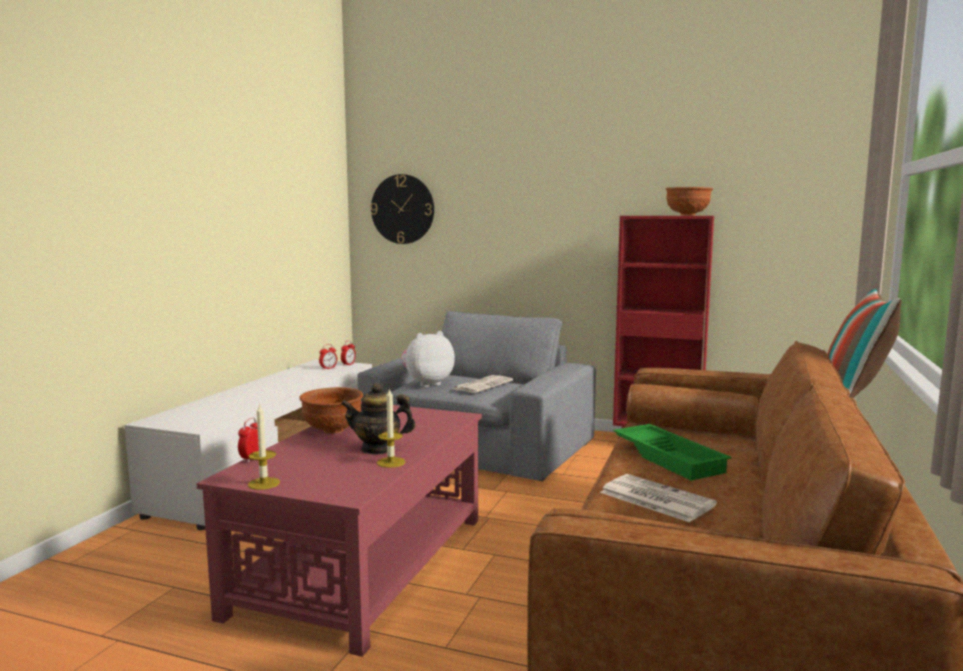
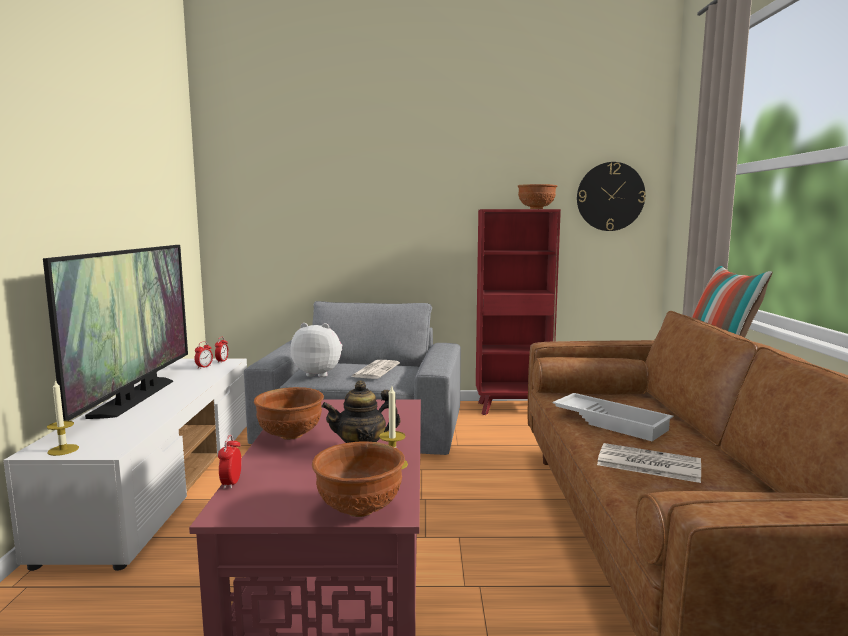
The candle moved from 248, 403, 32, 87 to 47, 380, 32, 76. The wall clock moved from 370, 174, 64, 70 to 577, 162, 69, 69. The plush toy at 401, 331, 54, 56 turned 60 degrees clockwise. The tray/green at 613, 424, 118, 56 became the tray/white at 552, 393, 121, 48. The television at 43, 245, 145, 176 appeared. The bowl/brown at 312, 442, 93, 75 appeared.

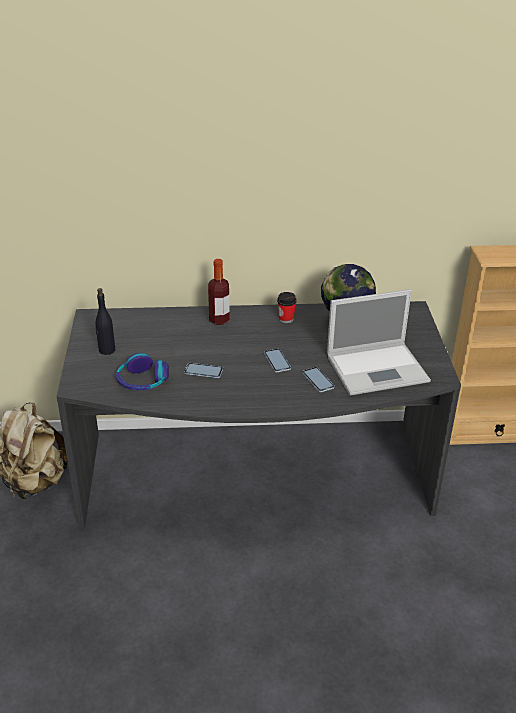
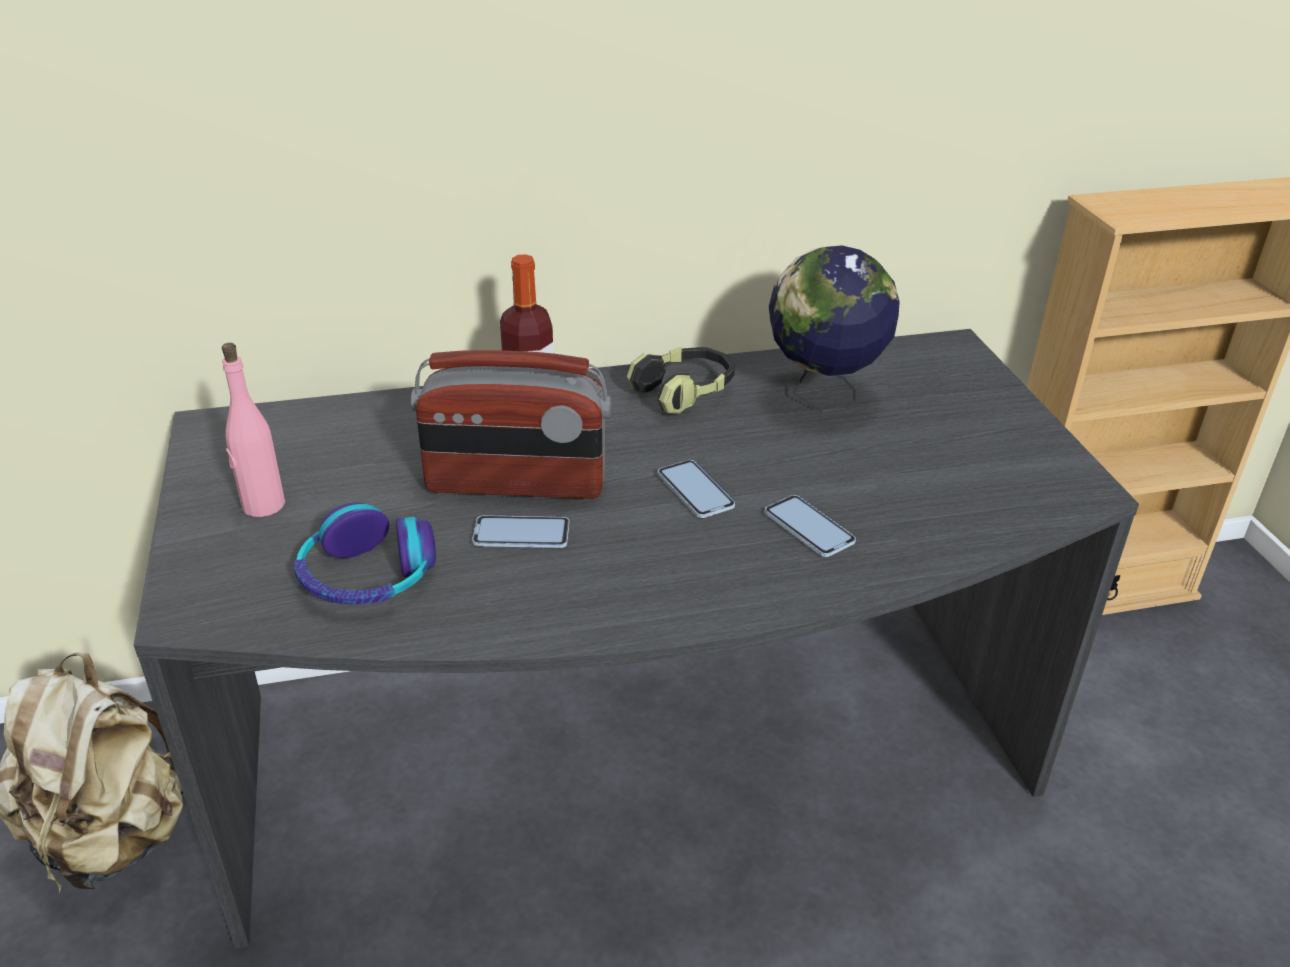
The bottle/black at 95, 288, 20, 67 became the bottle/pink at 221, 343, 64, 174. The cup at 277, 292, 20, 32 was replaced by the headphones at 627, 347, 108, 66. The laptop at 327, 289, 104, 107 disappeared. The radio at 411, 350, 200, 149 appeared.

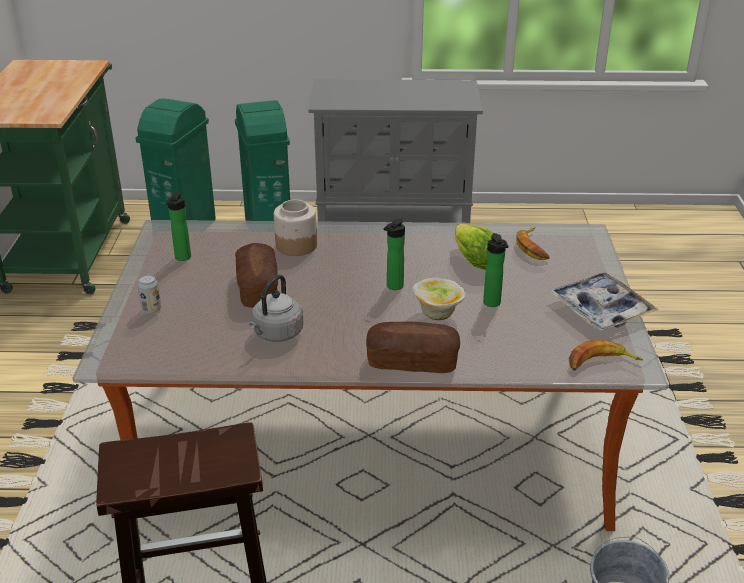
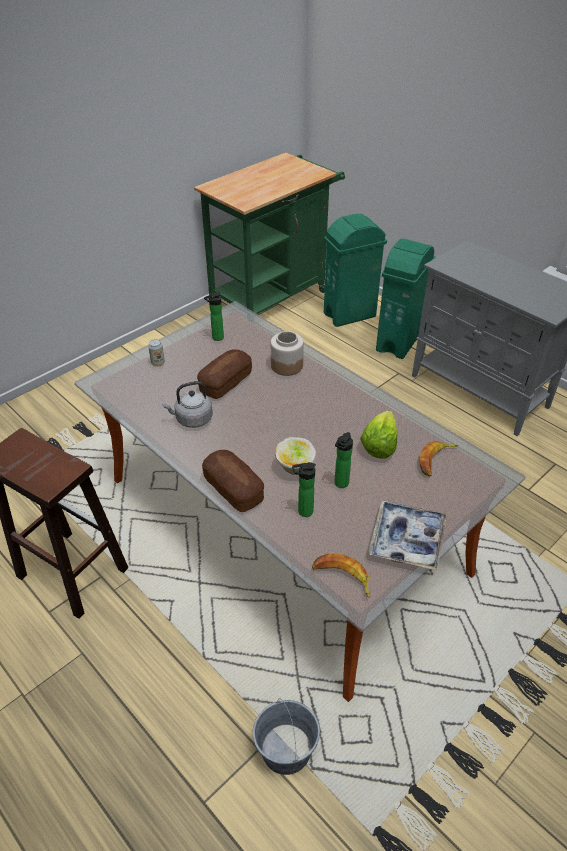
The bottle moved from 384, 218, 21, 72 to 292, 462, 24, 55.

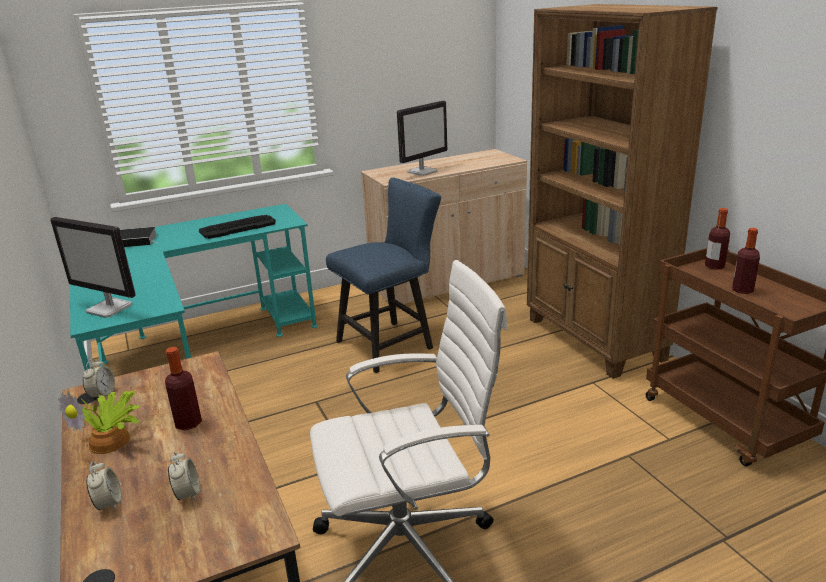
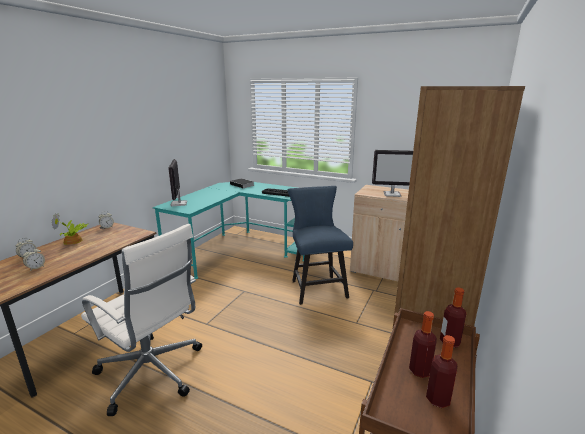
The bottle moved from 165, 347, 37, 83 to 426, 335, 31, 73. The chair/blue at 326, 178, 115, 195 turned 120 degrees counterclockwise.

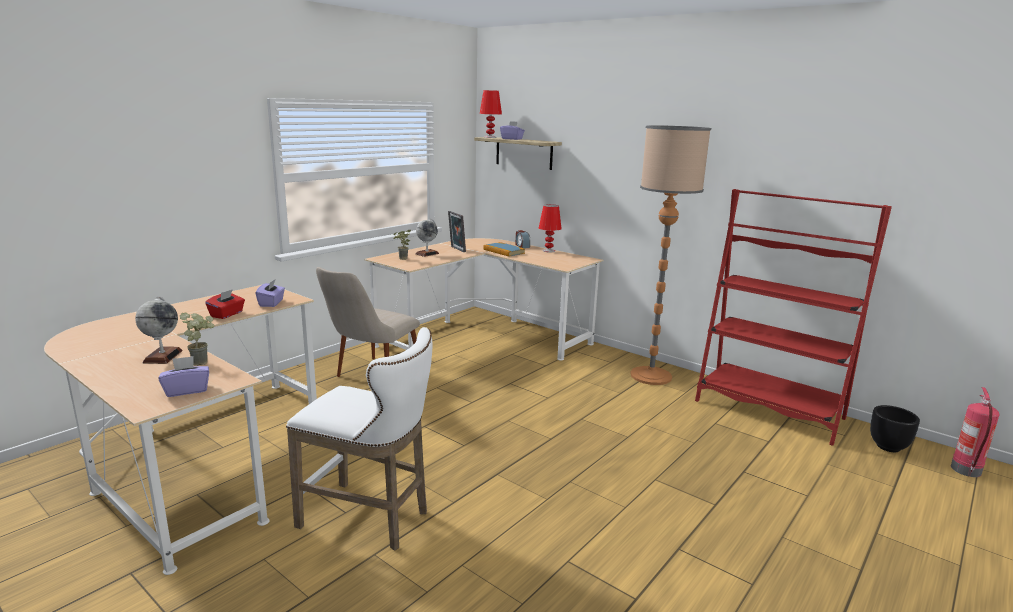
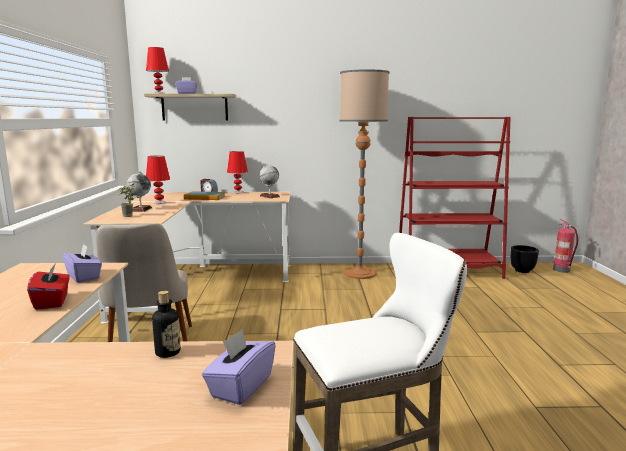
The globe moved from 135, 296, 48, 68 to 260, 164, 20, 34. The potted plant at 180, 313, 35, 53 was replaced by the bottle at 152, 291, 29, 67. The picture frame at 448, 211, 18, 41 was replaced by the table lamp/red at 146, 155, 24, 49.

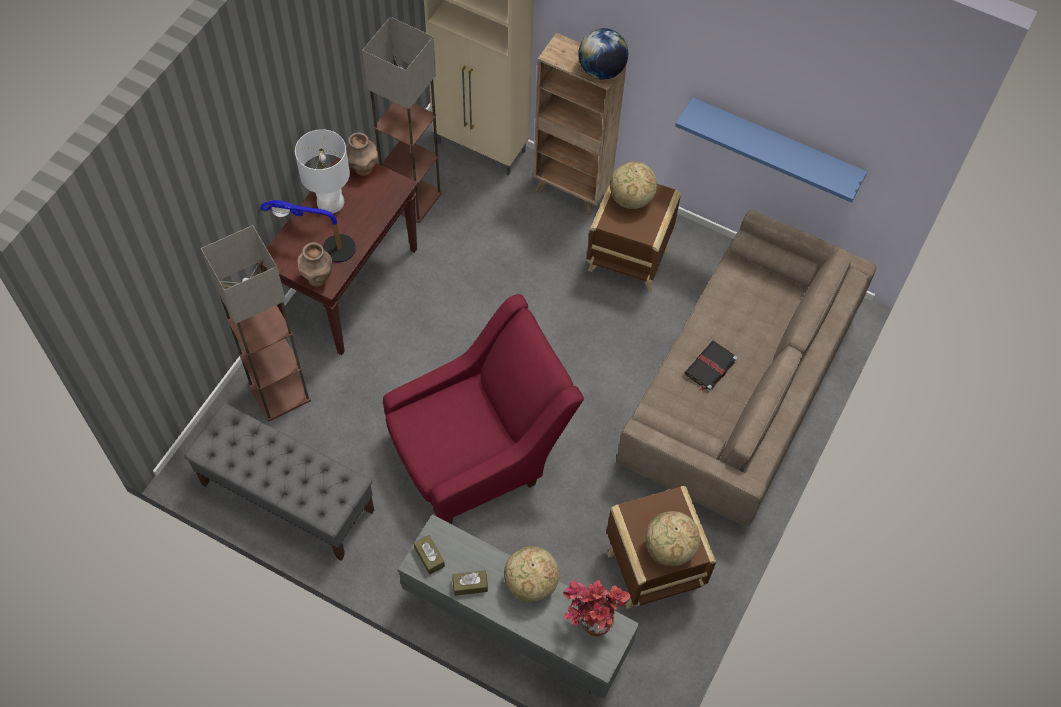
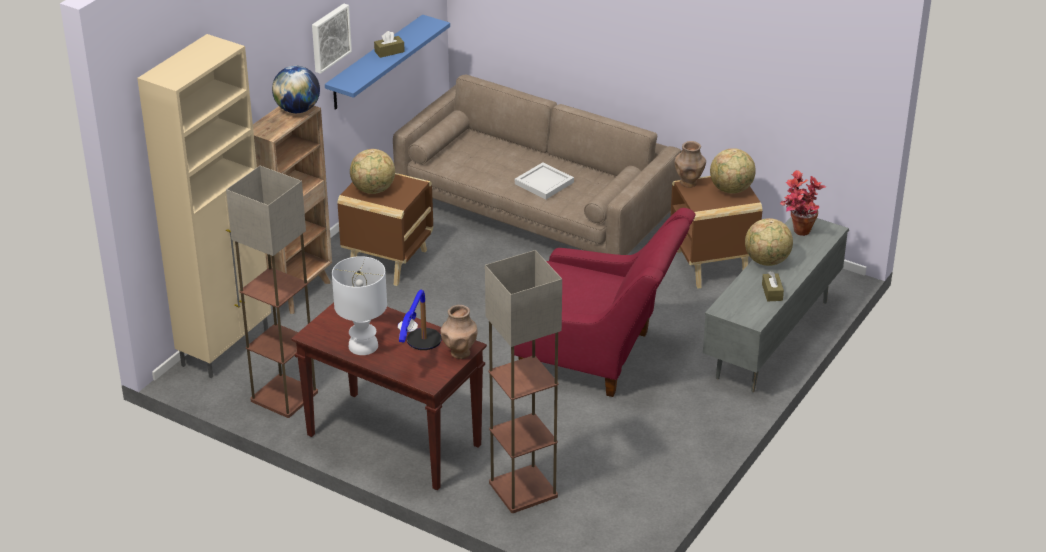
The bench/grey at 184, 403, 190, 158 disappeared. The vase/brown moved from 346, 132, 32, 44 to 675, 141, 31, 47. The armchair/red at 383, 294, 201, 230 turned 135 degrees clockwise. The tissue box/brown moved from 414, 535, 31, 40 to 374, 31, 31, 27. The book/black at 684, 341, 54, 51 was replaced by the tray/white at 515, 162, 59, 37. The picture at 312, 4, 40, 70 appeared.

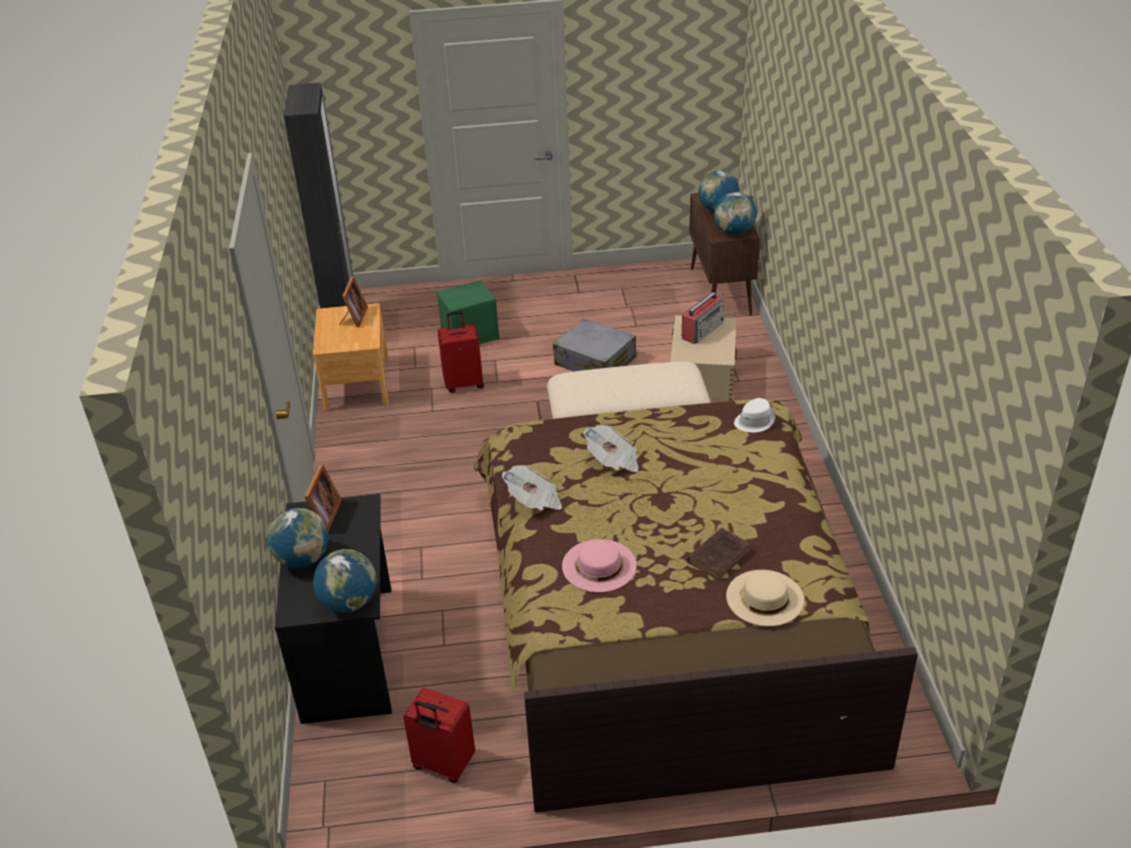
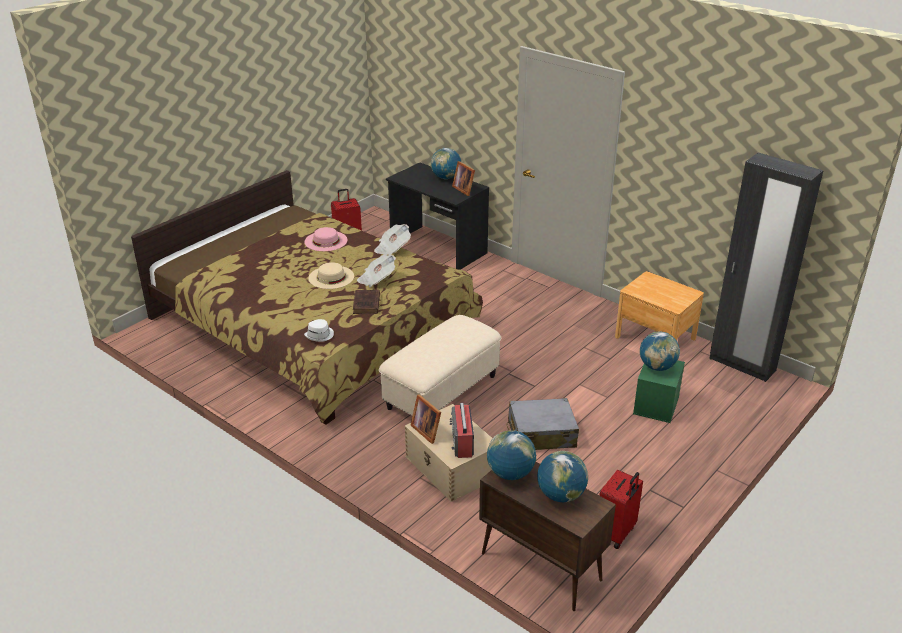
The globe moved from 313, 549, 63, 64 to 640, 331, 40, 40. The picture frame moved from 339, 276, 29, 52 to 411, 394, 30, 50. The suitcase/red moved from 437, 311, 47, 82 to 599, 470, 44, 79. The book/brown moved from 687, 528, 65, 52 to 353, 290, 27, 24. The hat/beige moved from 726, 570, 78, 56 to 308, 262, 46, 27.

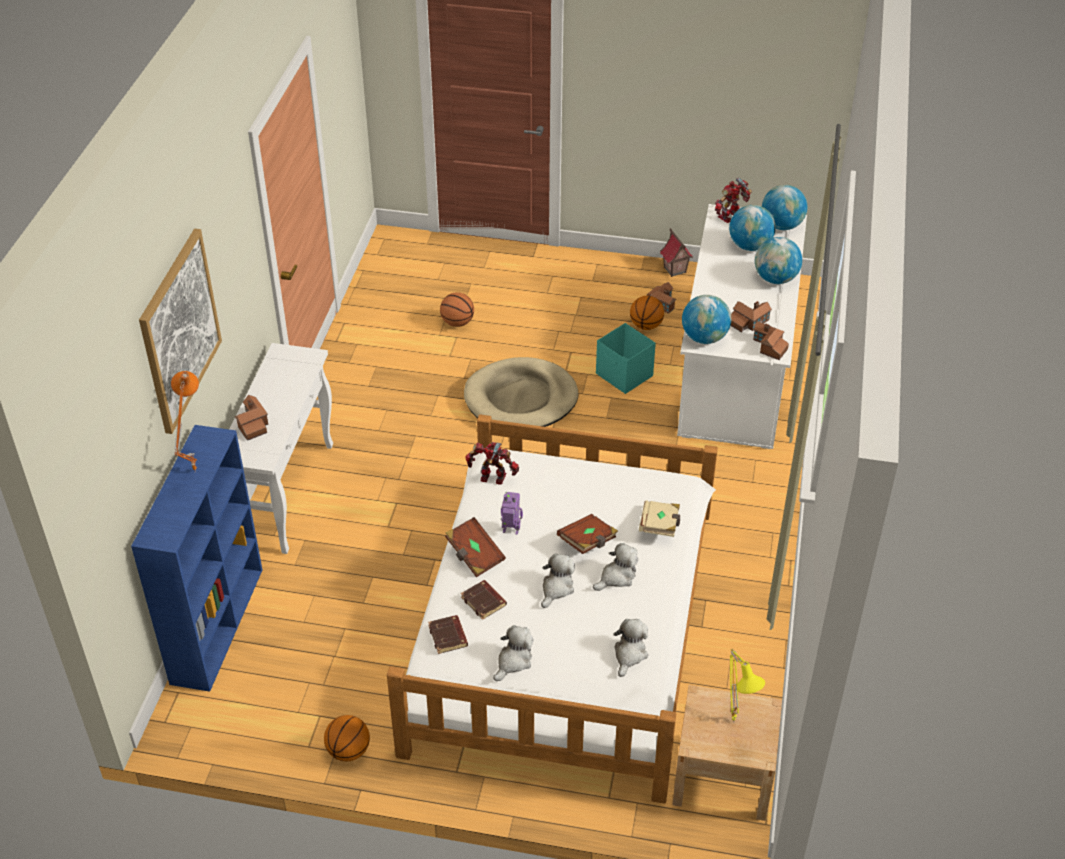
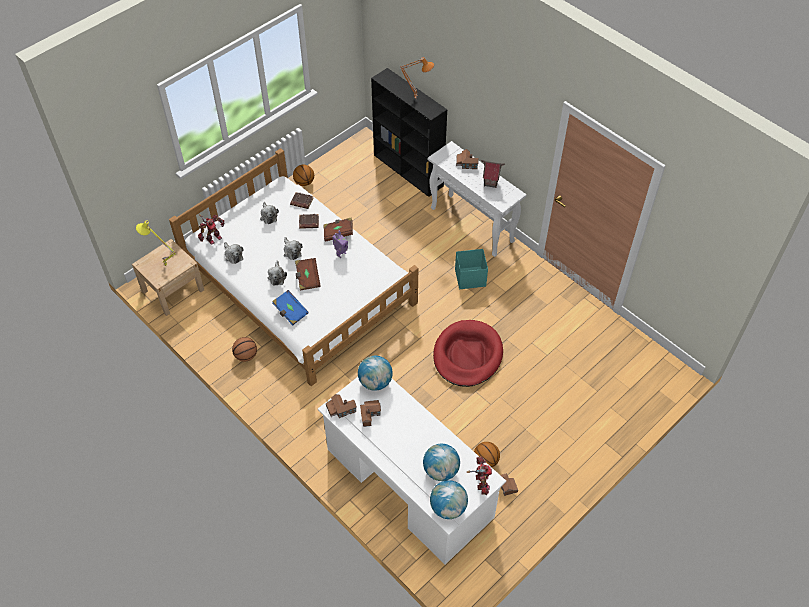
The bookcase/blue at 131, 425, 131, 267 became the bookcase/black at 371, 68, 76, 129. The picture at 139, 229, 83, 205 disappeared. The basketball moved from 440, 292, 34, 35 to 232, 337, 25, 25. The dog bed/beige at 464, 357, 115, 70 became the dog bed/red at 433, 320, 70, 67. The toy robot moved from 465, 442, 54, 43 to 198, 214, 27, 31. The storage box/turquoise moved from 596, 323, 60, 71 to 455, 249, 33, 40. The book/beige at 639, 501, 41, 36 became the book/blue at 272, 290, 37, 36. The toy house moved from 660, 228, 33, 49 to 481, 160, 24, 28. The globe at 755, 237, 47, 47 disappeared.

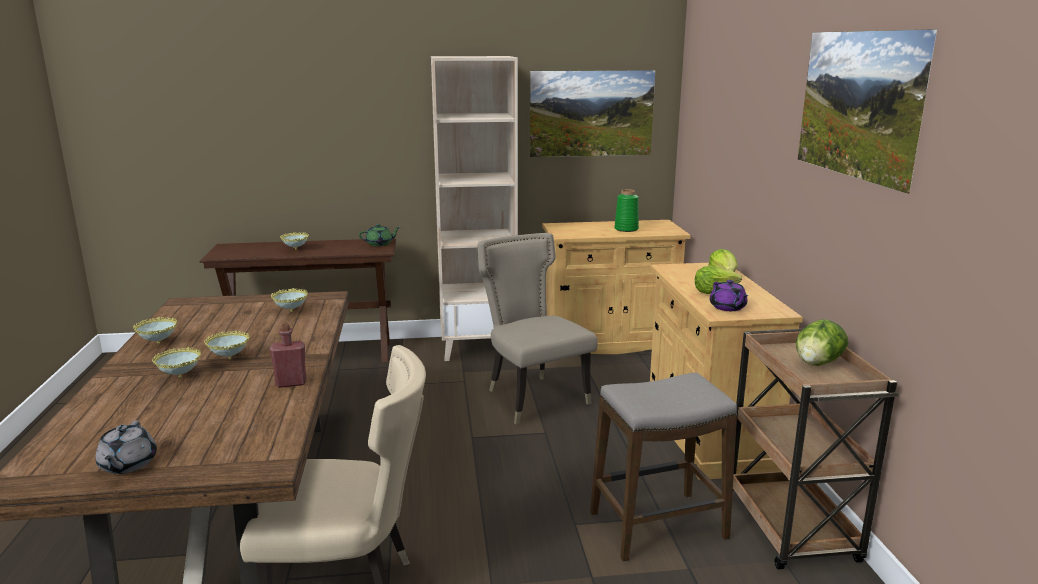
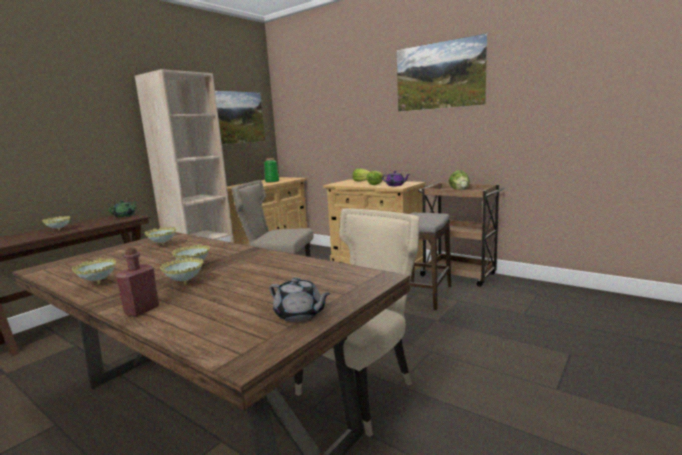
The bottle/red moved from 270, 324, 37, 64 to 116, 247, 43, 70.

